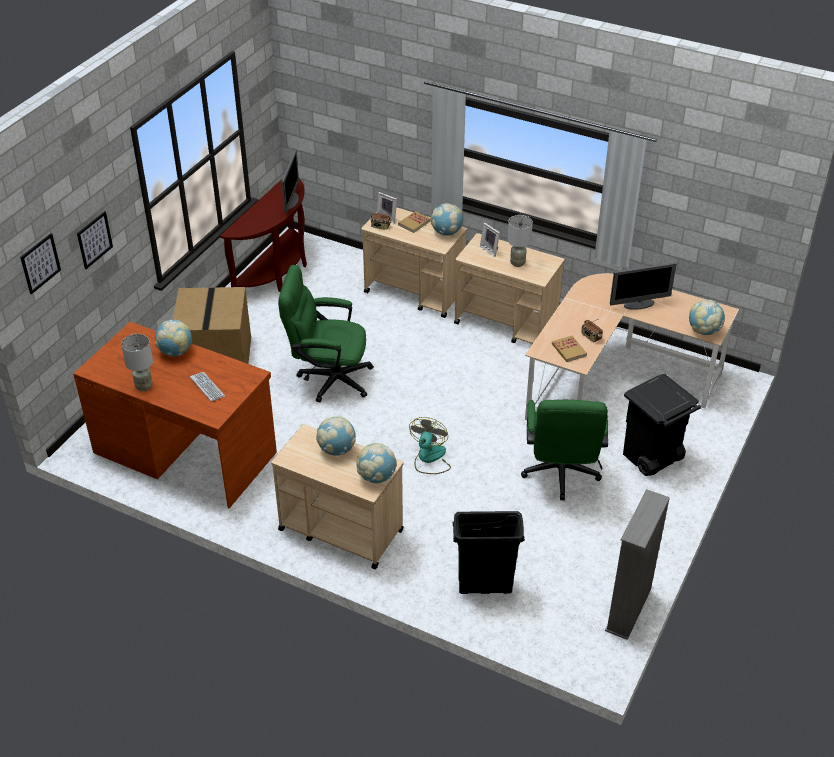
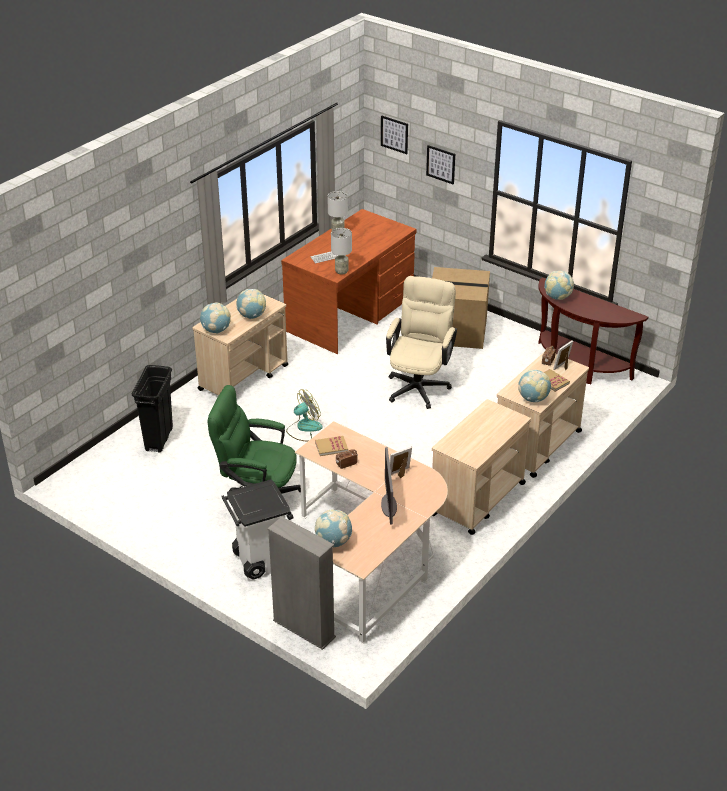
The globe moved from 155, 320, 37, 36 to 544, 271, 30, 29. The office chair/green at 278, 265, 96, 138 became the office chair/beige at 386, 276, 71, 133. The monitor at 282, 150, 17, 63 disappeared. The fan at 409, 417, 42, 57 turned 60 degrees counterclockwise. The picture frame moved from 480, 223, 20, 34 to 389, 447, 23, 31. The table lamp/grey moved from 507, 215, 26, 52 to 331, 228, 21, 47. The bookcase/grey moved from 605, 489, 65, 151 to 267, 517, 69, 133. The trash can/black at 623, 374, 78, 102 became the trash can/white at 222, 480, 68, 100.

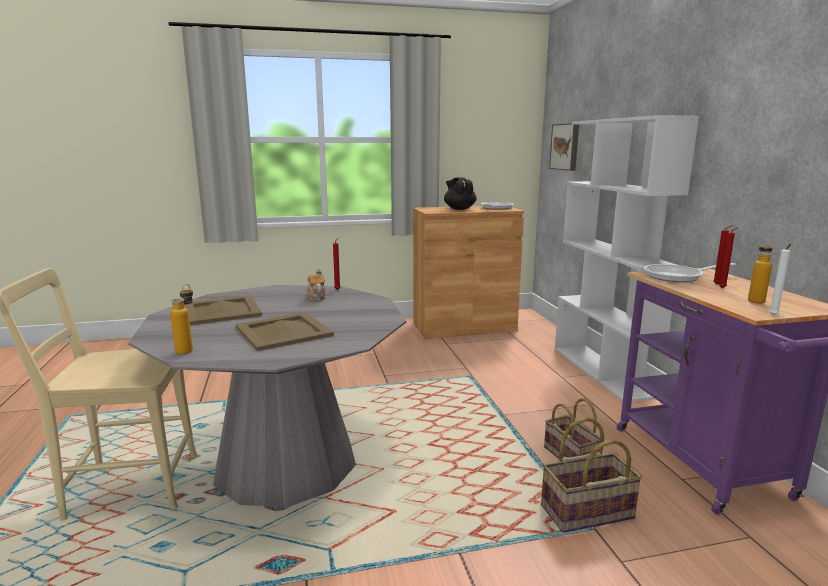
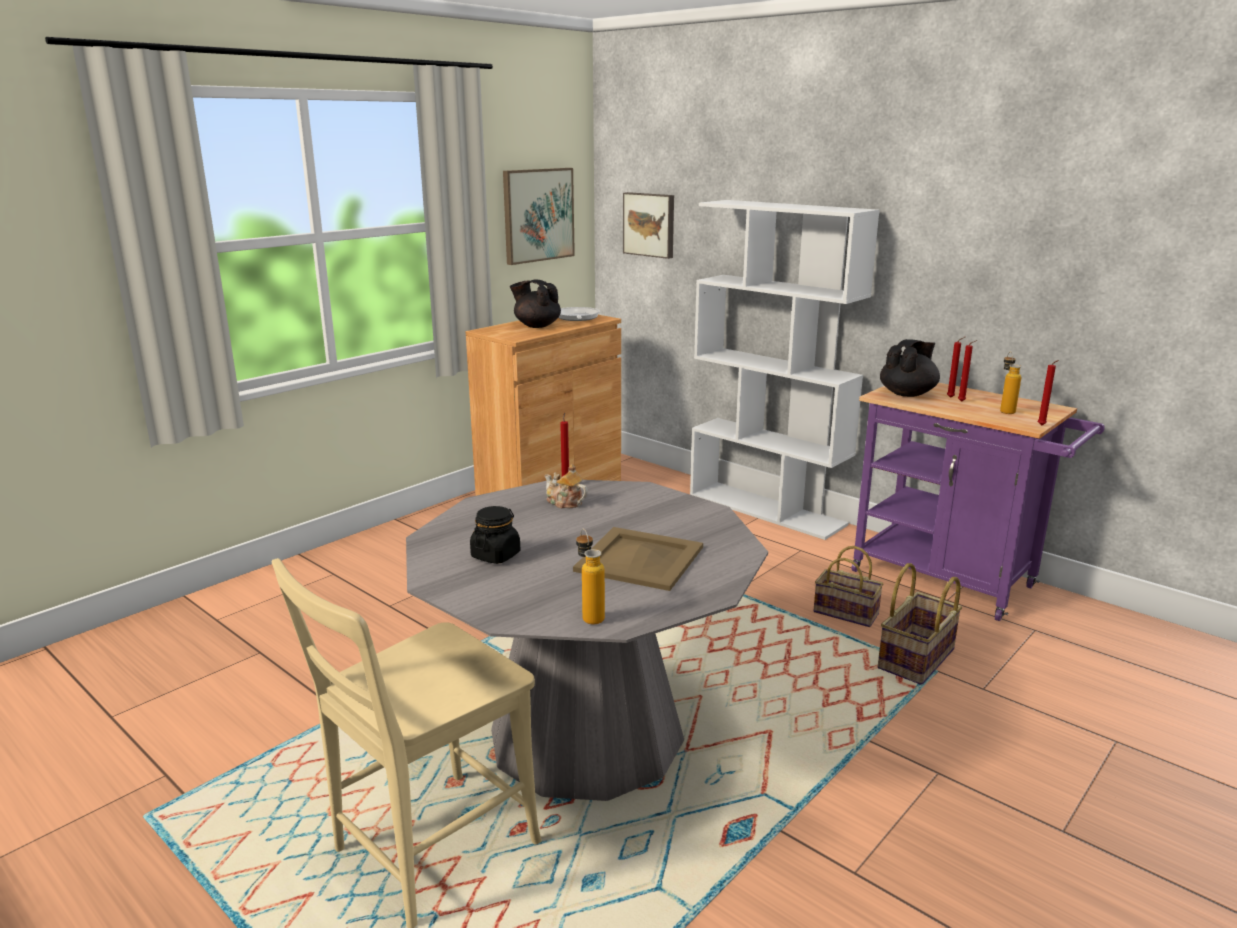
The tray/beige at 184, 295, 78, 30 was replaced by the jar/black at 470, 506, 51, 58. The frying pan at 644, 263, 92, 19 was replaced by the teapot/black at 880, 339, 60, 58. The candle/white at 769, 244, 22, 72 became the candle/red at 1037, 360, 22, 66. The picture at 503, 168, 72, 97 appeared.

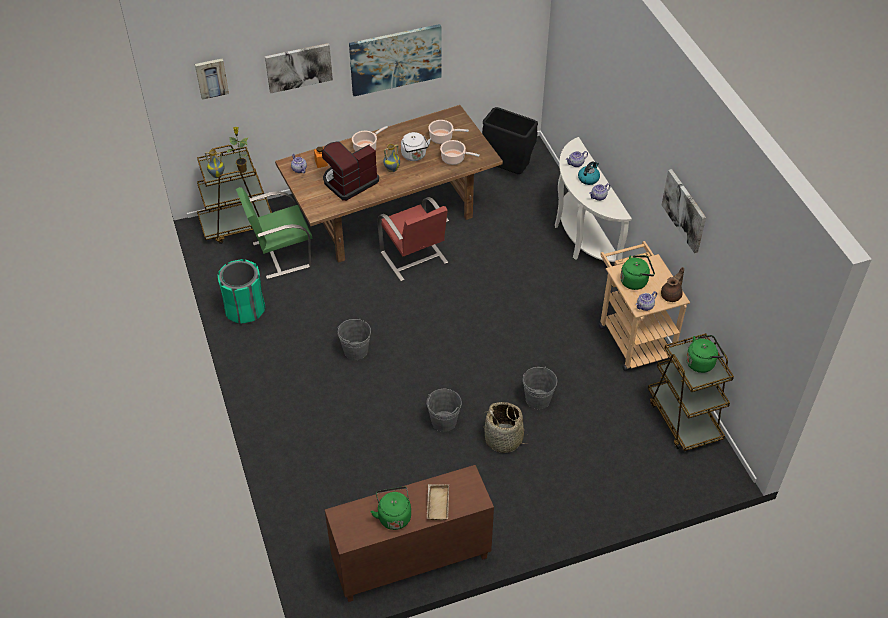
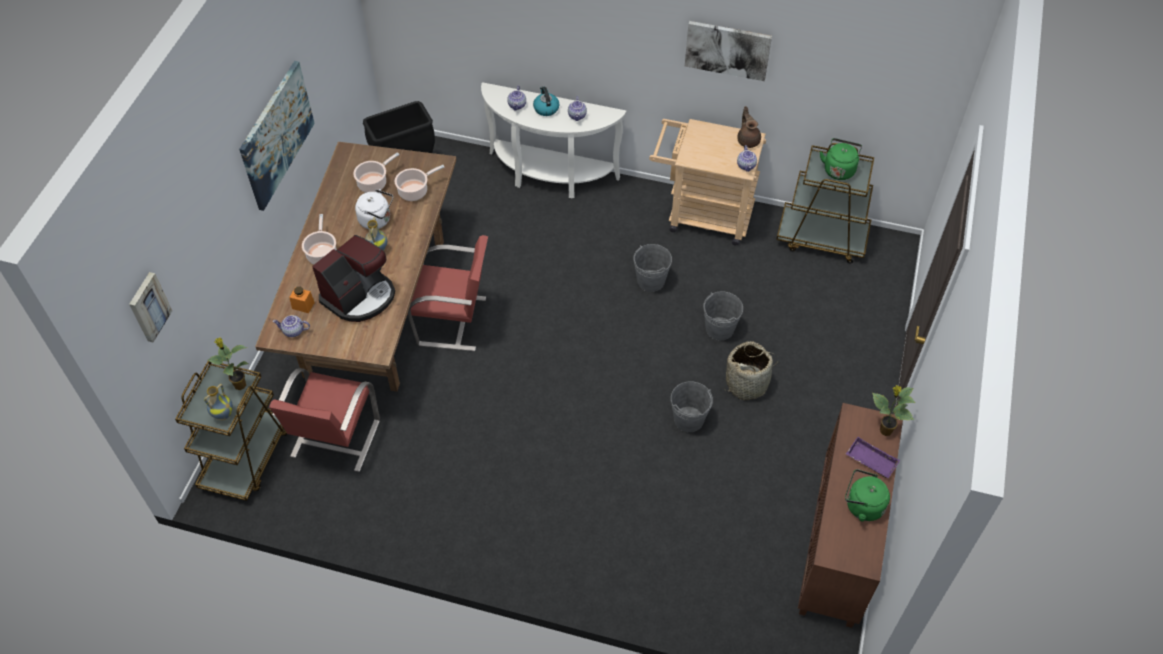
The trash can/green at 217, 259, 49, 65 disappeared. The chair/green at 236, 187, 76, 92 became the chair/red at 269, 368, 111, 104. The picture at 265, 43, 68, 50 disappeared. The coffee machine at 322, 142, 57, 59 turned 135 degrees counterclockwise. The bucket/grey moved from 338, 318, 33, 42 to 633, 244, 39, 48. The tray/beige at 427, 484, 22, 36 became the tray/purple at 846, 437, 54, 41. The kettle/green at 620, 255, 35, 35 disappeared. The potted plant at 872, 385, 44, 51 appeared.

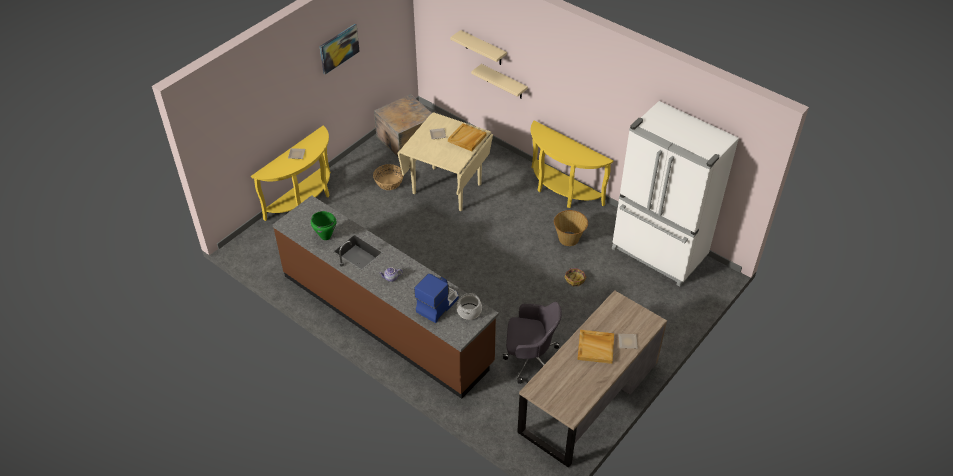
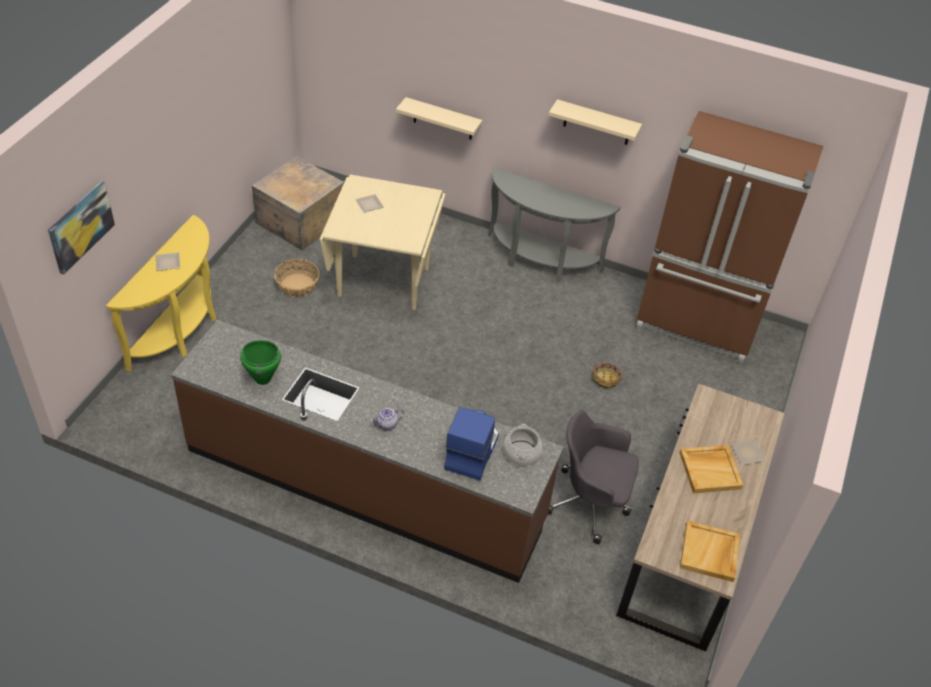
The picture moved from 320, 24, 40, 50 to 48, 181, 67, 94. The tray/beige moved from 448, 123, 39, 28 to 680, 521, 60, 61. The shelf/beige moved from 450, 30, 57, 35 to 548, 99, 94, 46. The office chair/grey at 503, 302, 59, 82 turned 150 degrees counterclockwise. The console table/yellow at 531, 120, 83, 88 became the console table/grey at 488, 167, 133, 115. The basket at 554, 210, 34, 36 disappeared. The fridge/white at 612, 101, 127, 186 became the fridge/brown at 636, 111, 187, 253.

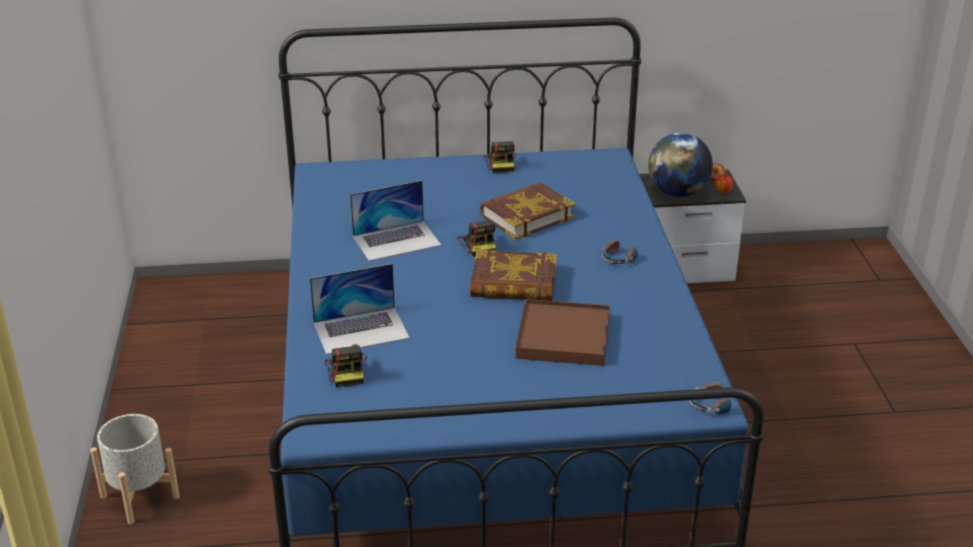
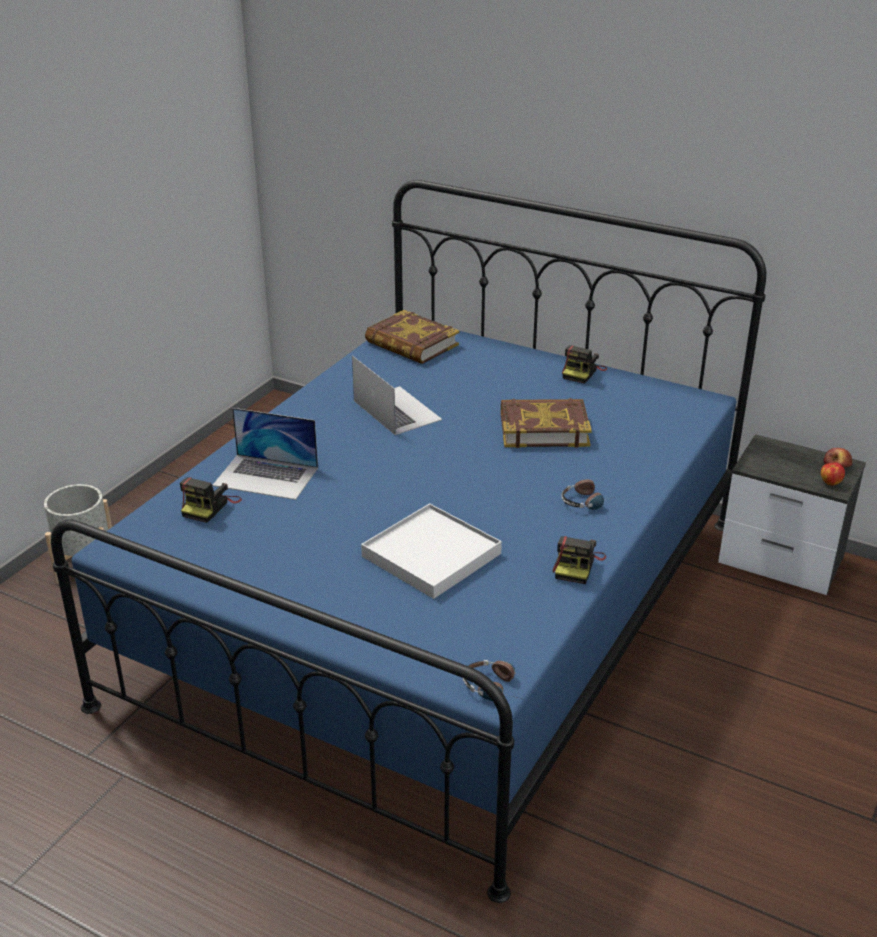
The laptop at 350, 180, 91, 81 turned 135 degrees counterclockwise. The photo camera moved from 457, 220, 39, 37 to 553, 536, 53, 48. The book moved from 470, 249, 87, 52 to 365, 310, 94, 54. The tray/brown at 516, 299, 94, 67 became the tray/white at 361, 503, 141, 96. The globe at 648, 133, 65, 64 disappeared.

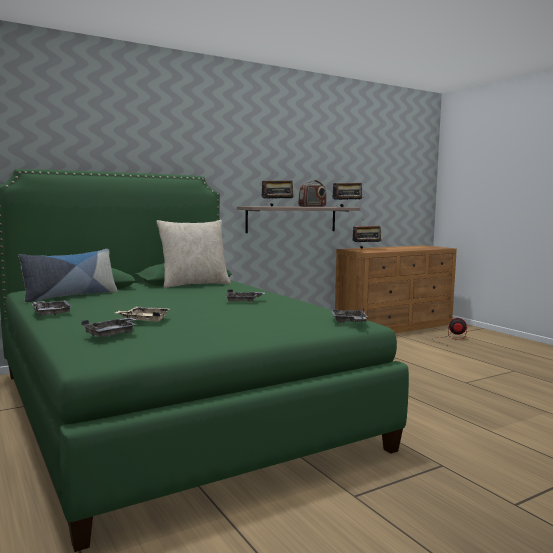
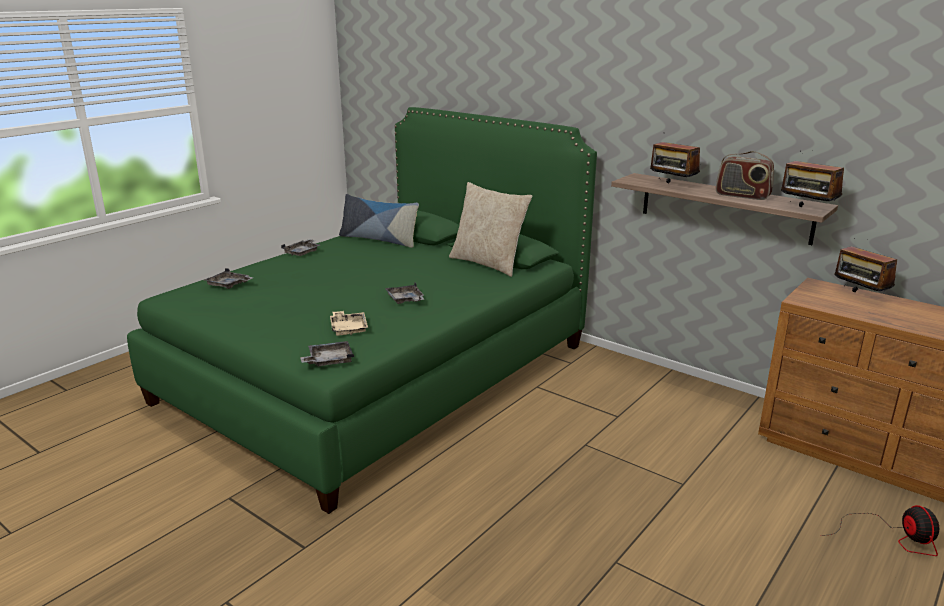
The tray/beige moved from 115, 307, 55, 15 to 330, 311, 38, 25.

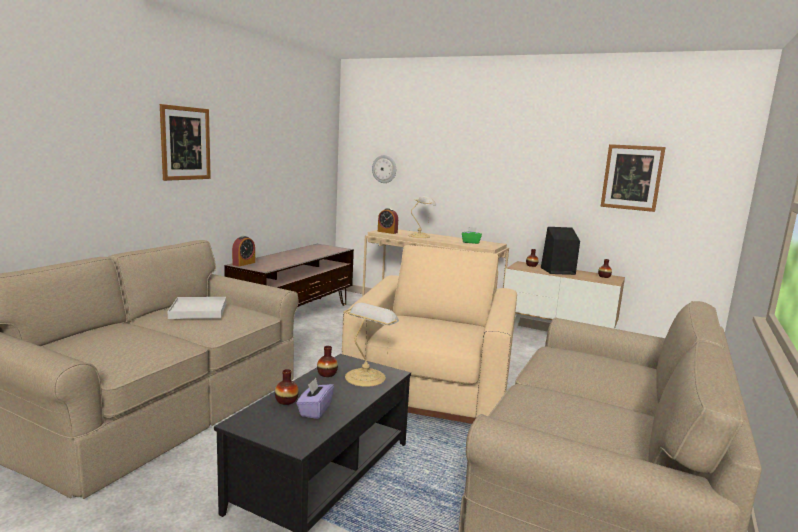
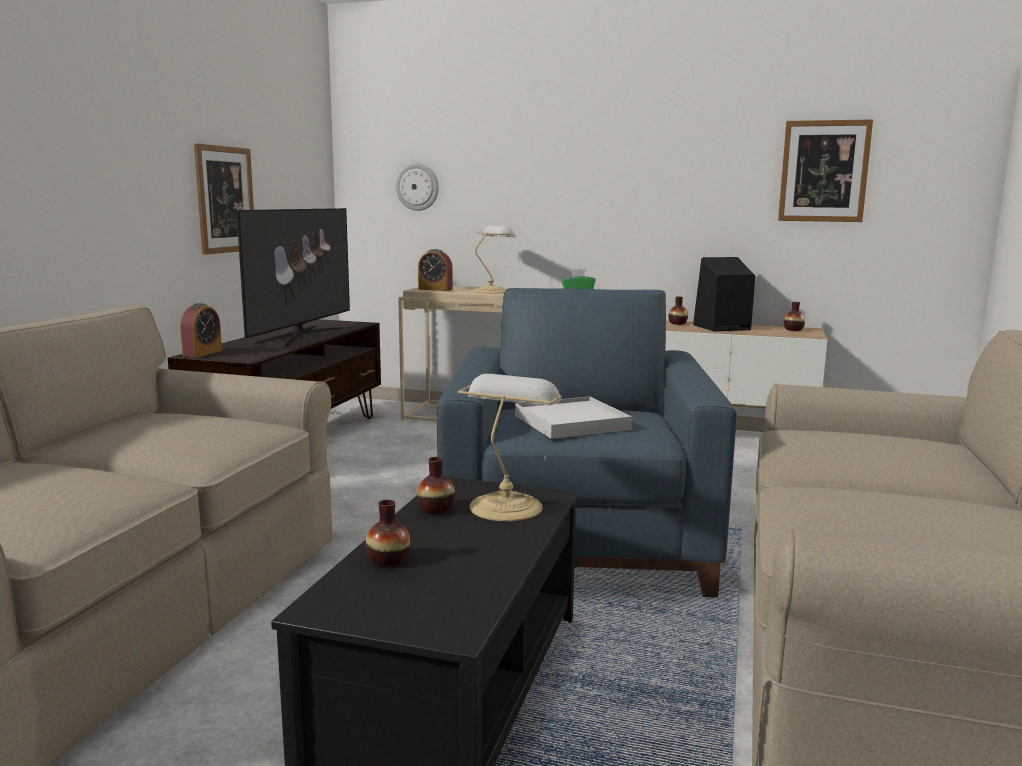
The picture moved from 160, 104, 51, 77 to 194, 143, 60, 112. The tray/white moved from 168, 297, 58, 22 to 515, 396, 117, 43. The tissue box/purple at 296, 378, 38, 41 disappeared. The armchair/beige at 342, 245, 175, 179 became the armchair/blue at 437, 288, 300, 310. The television at 236, 208, 114, 138 appeared.

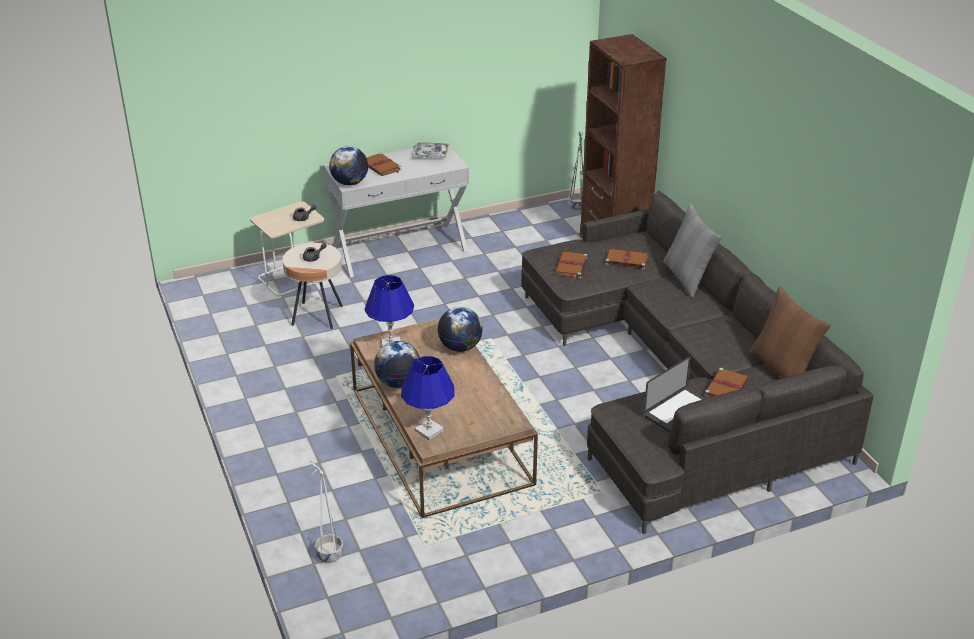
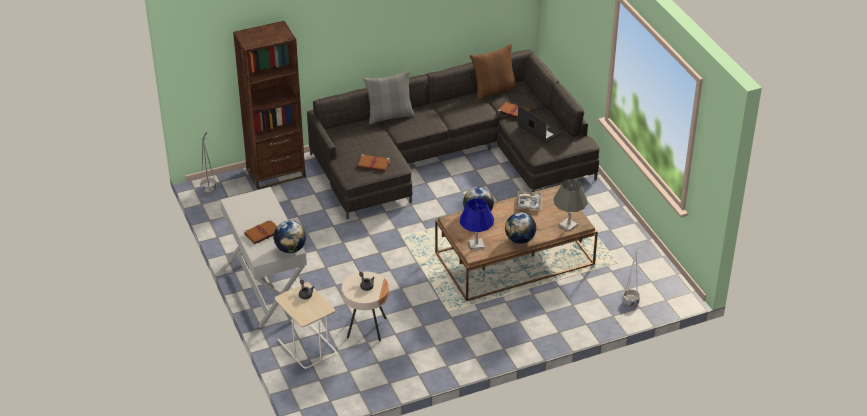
The table lamp/blue at 401, 356, 54, 84 became the table lamp/grey at 554, 179, 34, 52. The tray moved from 414, 142, 35, 16 to 516, 192, 27, 18. The book/brown at 603, 249, 45, 20 disappeared.

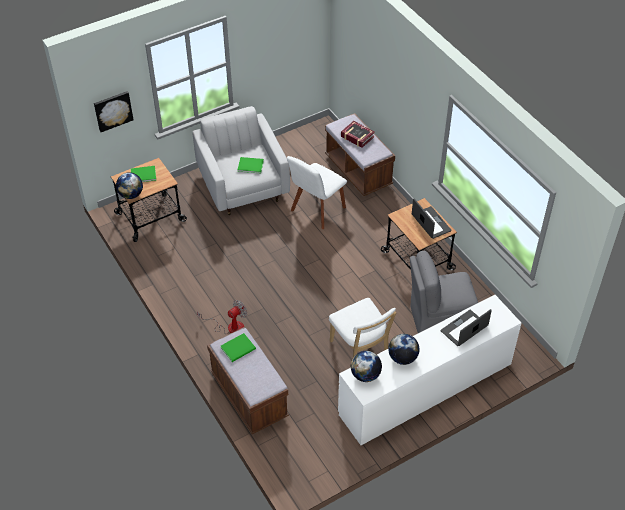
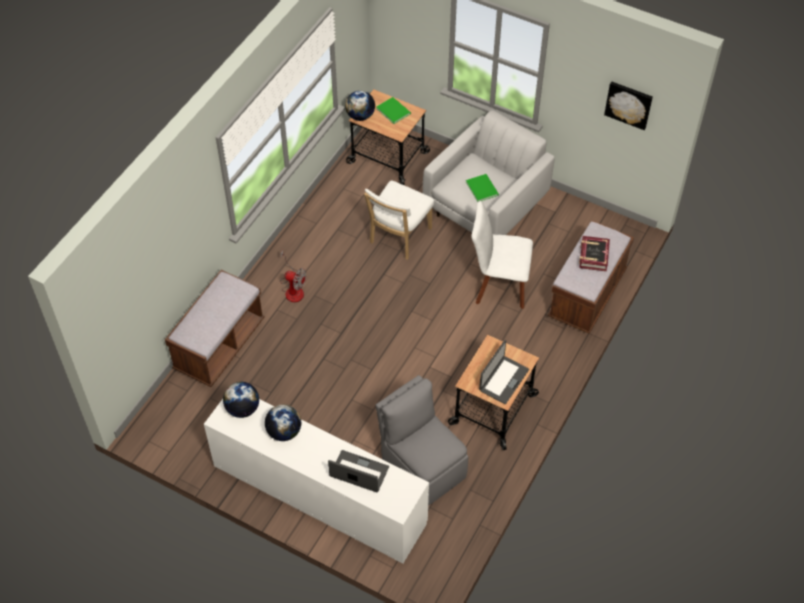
The picture moved from 94, 91, 40, 41 to 604, 81, 49, 49. The book/green at 221, 333, 35, 29 disappeared. The chair/white moved from 329, 298, 68, 59 to 364, 181, 70, 79.

